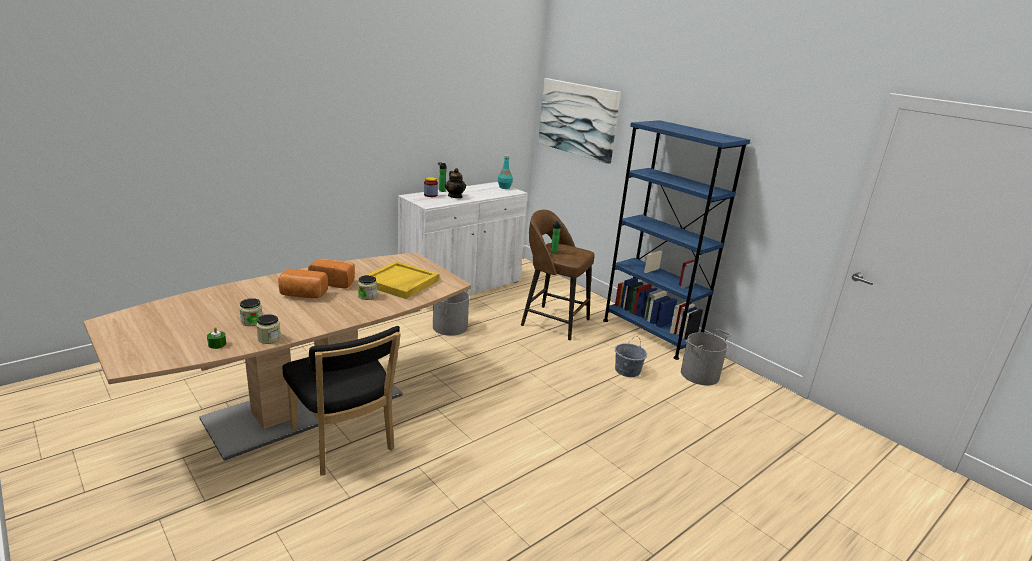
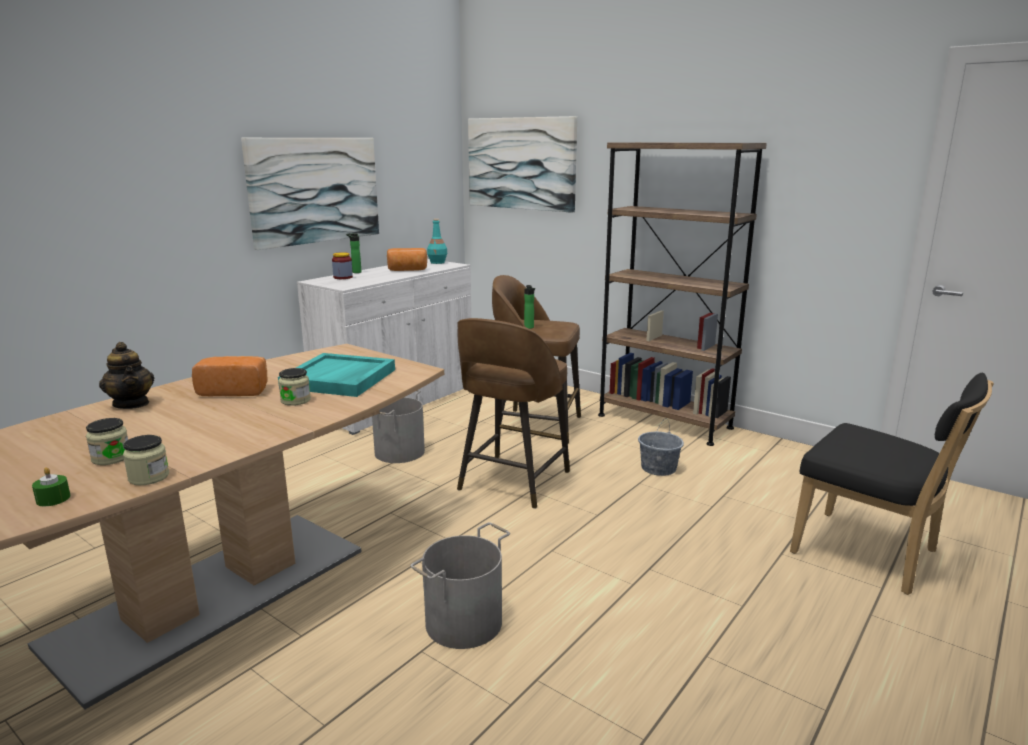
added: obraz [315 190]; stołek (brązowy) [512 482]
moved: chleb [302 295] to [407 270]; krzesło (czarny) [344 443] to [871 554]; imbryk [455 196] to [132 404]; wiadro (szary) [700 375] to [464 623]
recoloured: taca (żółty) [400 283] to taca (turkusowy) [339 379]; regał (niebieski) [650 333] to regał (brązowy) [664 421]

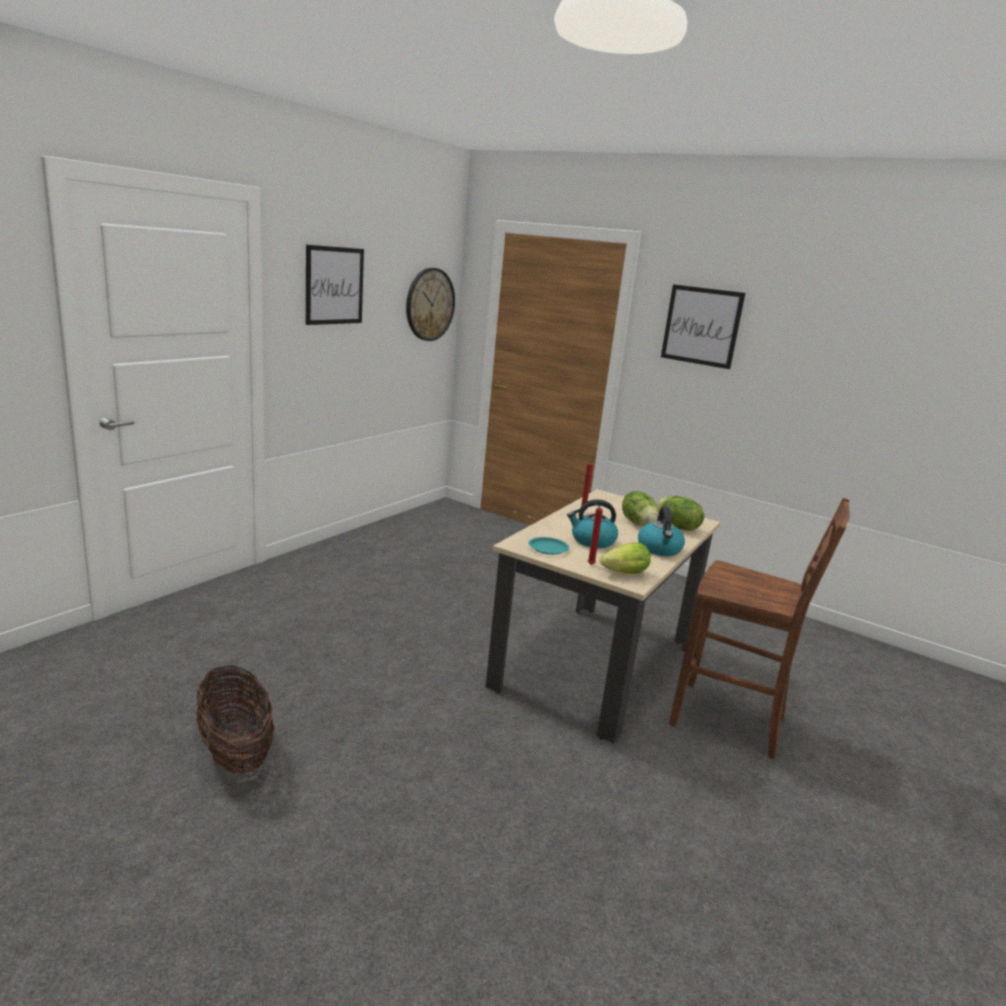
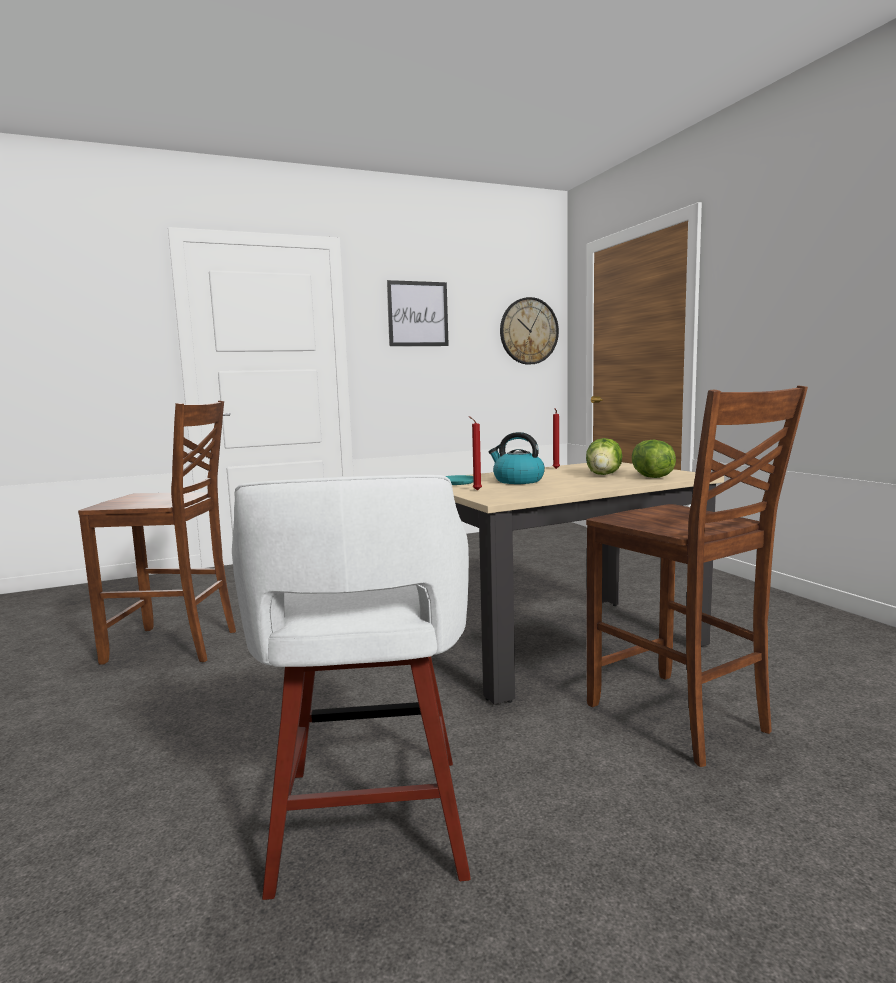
removed: sałata [622 574]; czajnik [659 549]; obraz [701 326]
added: stołek (biały) [370 826]
replaced: koszyk [236 752] to krzesło (brązowy) [175 646]

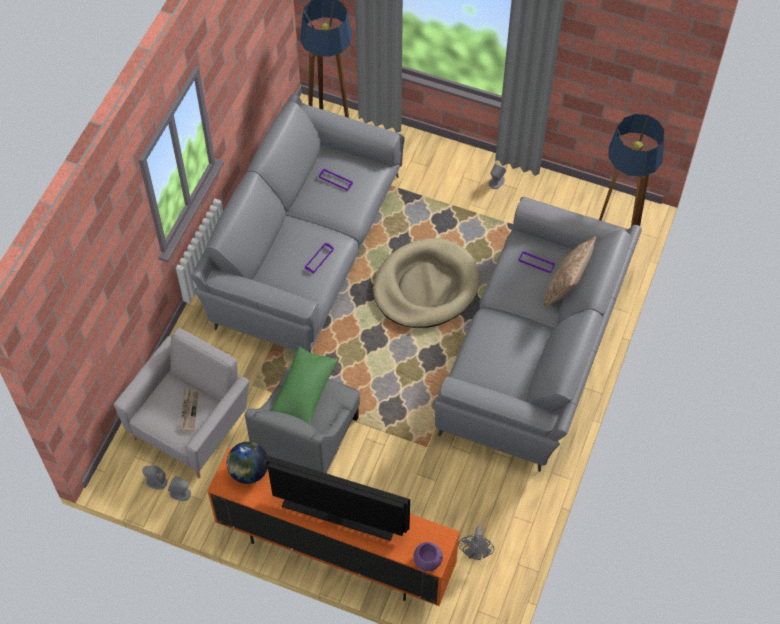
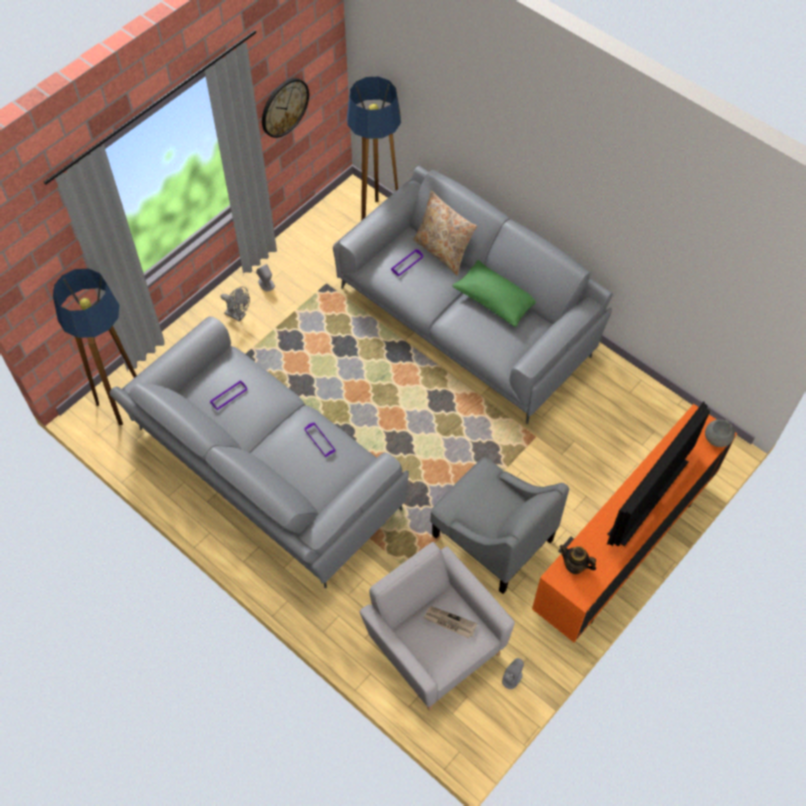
removed: głośnik (szary) [156 482]; legowisko (beżowy) [426 286]
added: zegar ścienny [284 107]
moved: poduszka (zielony) [304 392] to [495 300]; wentylator (szary) [475 553] to [238 315]
replaced: globus [249 471] to imbryk [575 565]
recoloured: miska (fioletowy) [427 560] to miska (szary) [717 439]

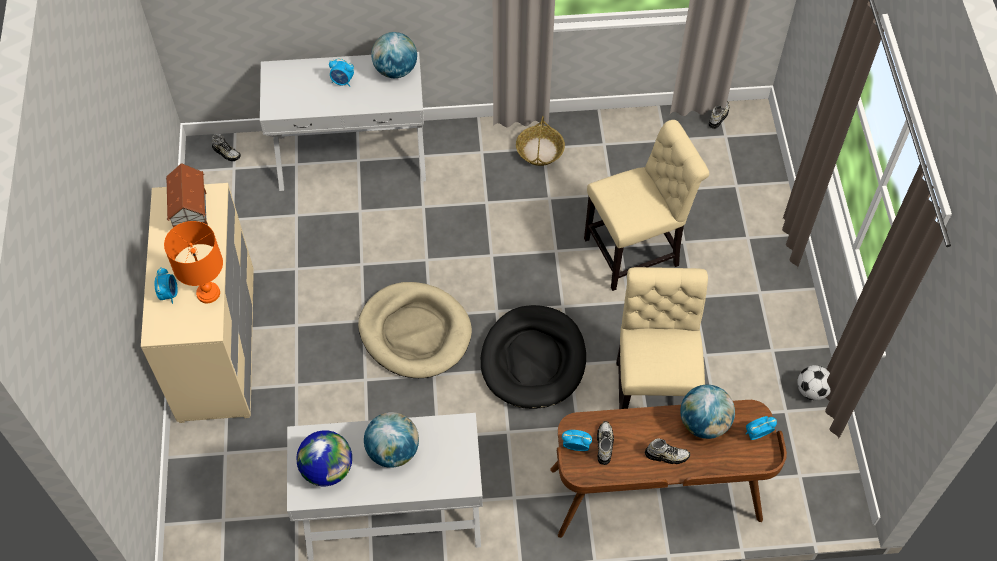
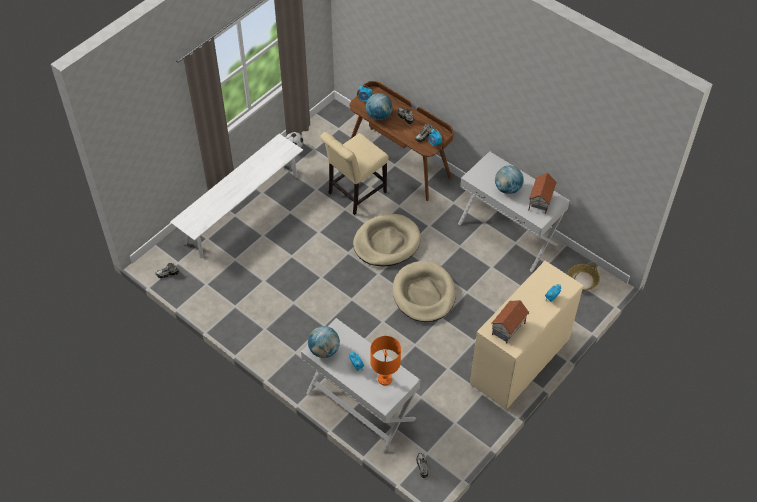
removed: krzesło (beżowy) [636 251]
added: ławka (biały) [241 209]
moved: lampa stołowa (pomarańczowy) [208 293] to [385 378]; koszyk [539 150] to [582 280]
replaced: globus [327 469] to domek [540 202]
recoloured: legowisko (czarny) [533 360] to legowisko (beżowy) [386 242]

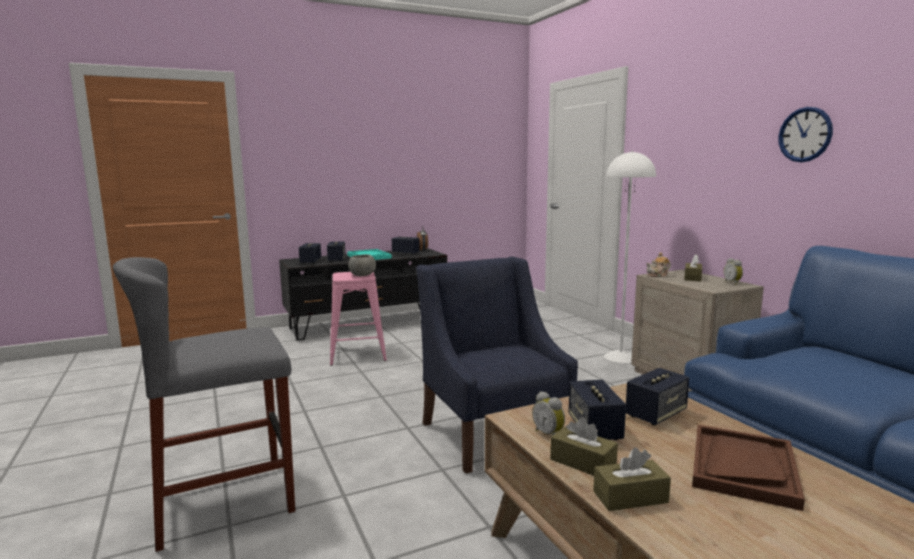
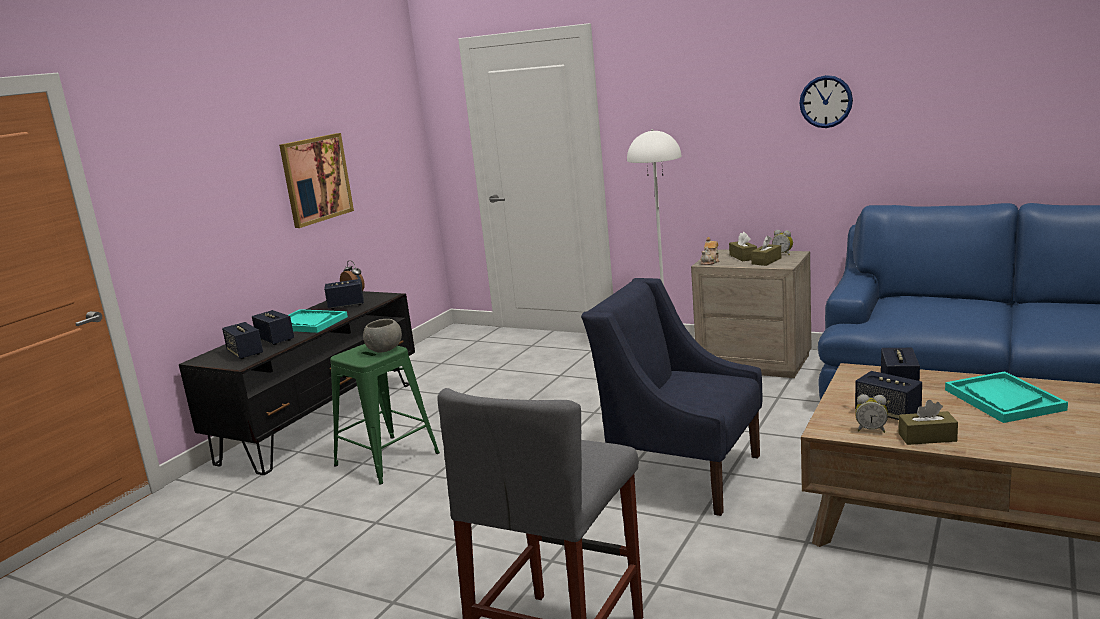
added: obraz [316 179]
moved: pudełko chusteczek (brązowy) [630 497] to [766 261]
recoloured: stołek (różowy) [357 354] to stołek (zielony) [387 459]; taca (brązowy) [742 467] to taca (turkusowy) [1003 399]

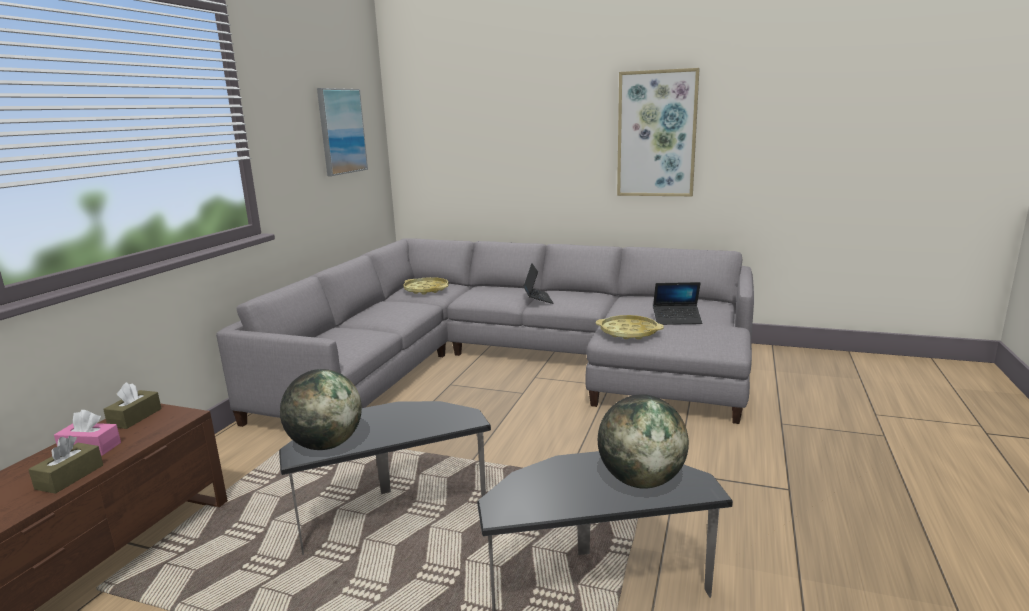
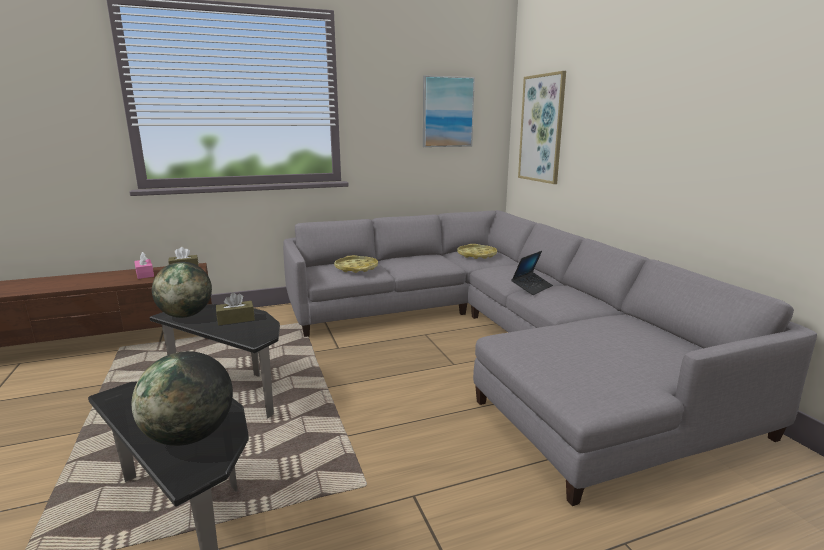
removed: laptop [677 319]
moved: pudełko chusteczek (brązowy) [70 477] to [236 319]; taca (żółty) [628 332] to [356 268]; obraz [656 134] to [542 129]

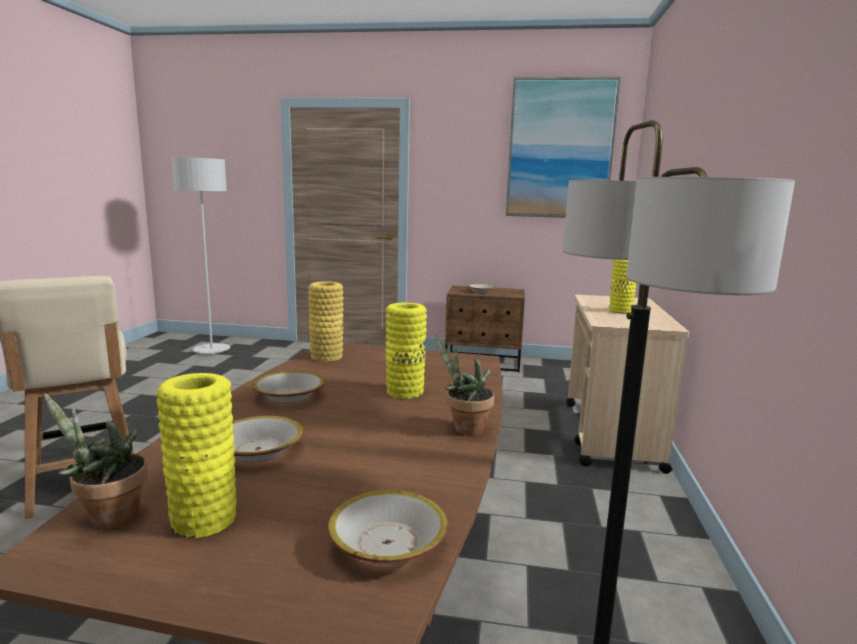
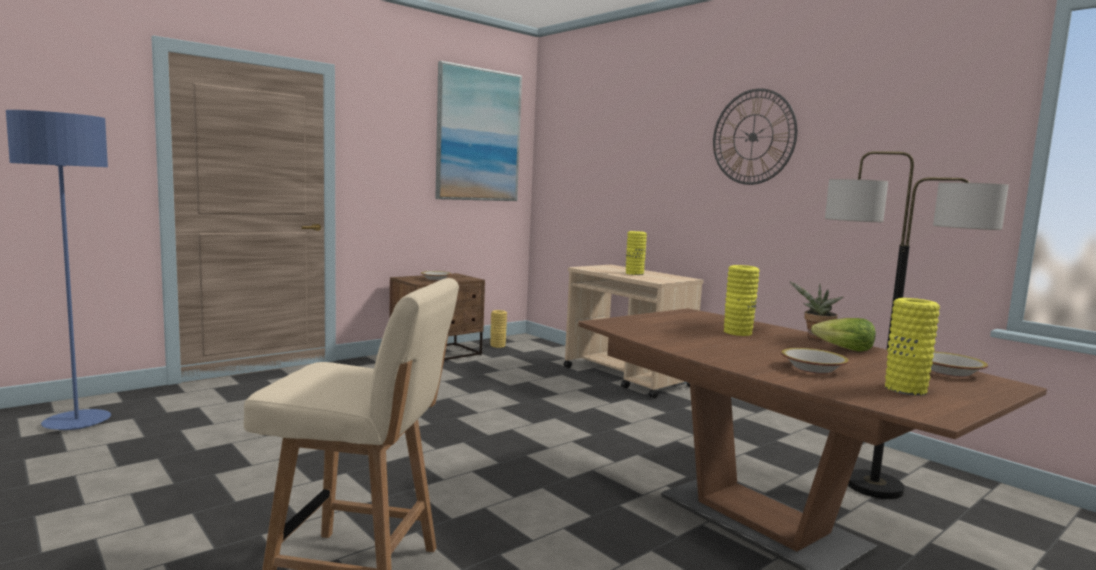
removed: roślina doniczkowa [107 518]; miska [290 396]
added: zegar ścienny [753 137]; sałata [844 349]
moved: wazon (żółty) [327 356] to [498 345]
recoloured: lampa stojąca (szary) [211 350] to lampa stojąca (niebieski) [77 422]

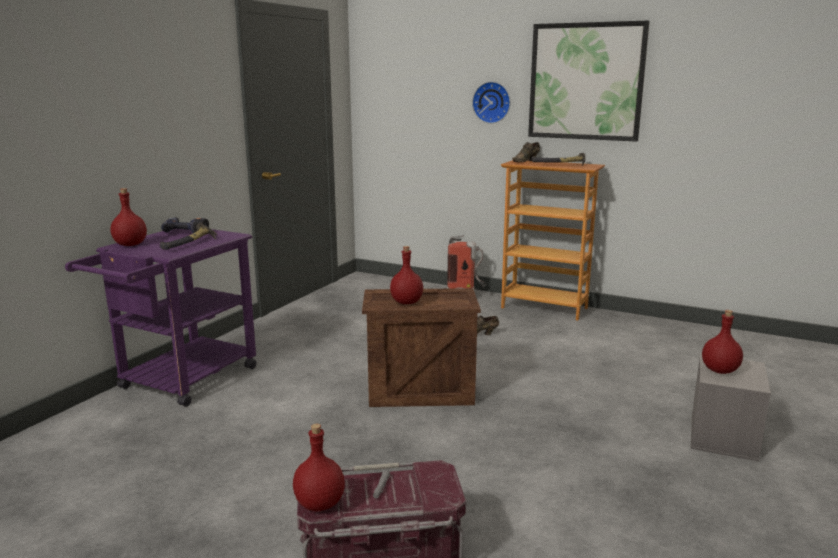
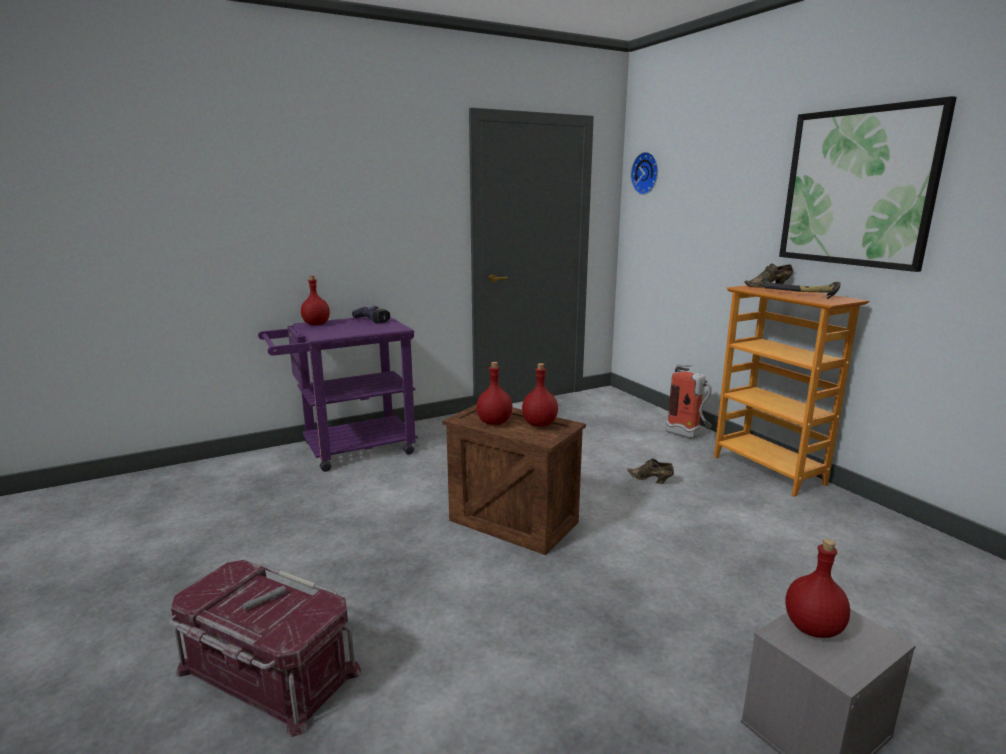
removed: młotek [191 244]
moved: butelka (czerwony) [319 504] to [539 424]; zegar ścienny [492 102] to [646 173]

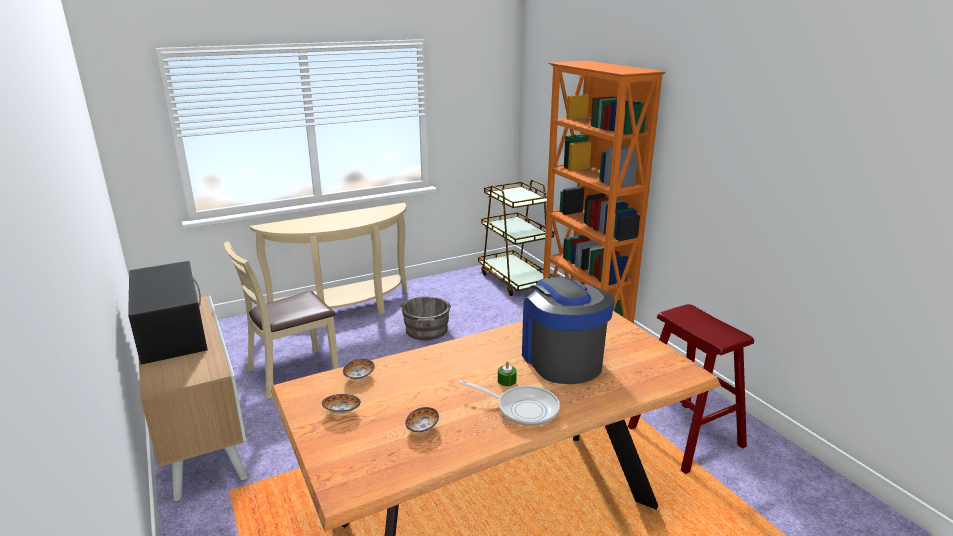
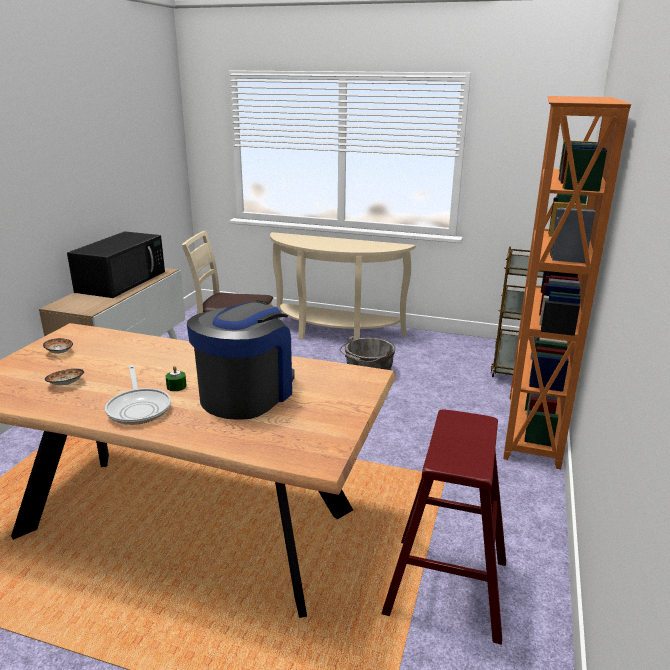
removed: miska [359 376]

